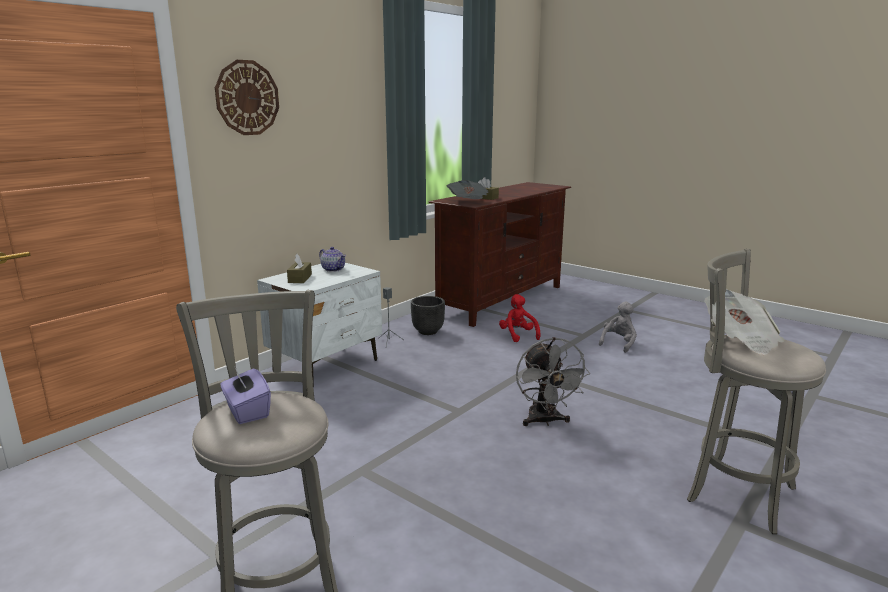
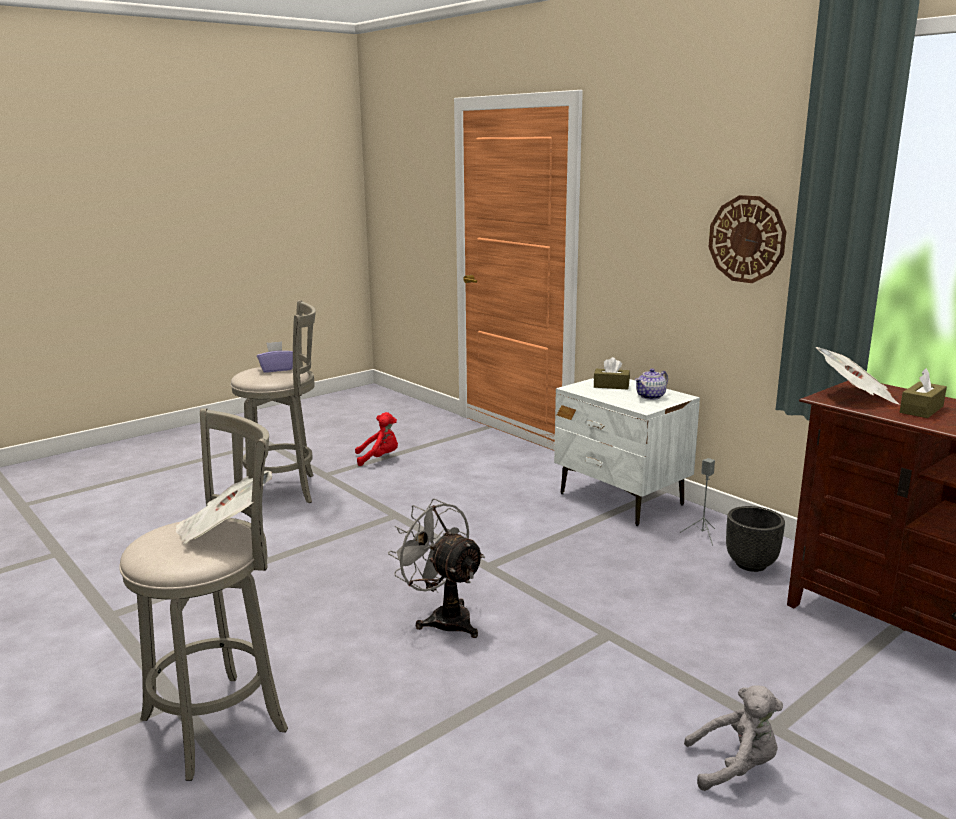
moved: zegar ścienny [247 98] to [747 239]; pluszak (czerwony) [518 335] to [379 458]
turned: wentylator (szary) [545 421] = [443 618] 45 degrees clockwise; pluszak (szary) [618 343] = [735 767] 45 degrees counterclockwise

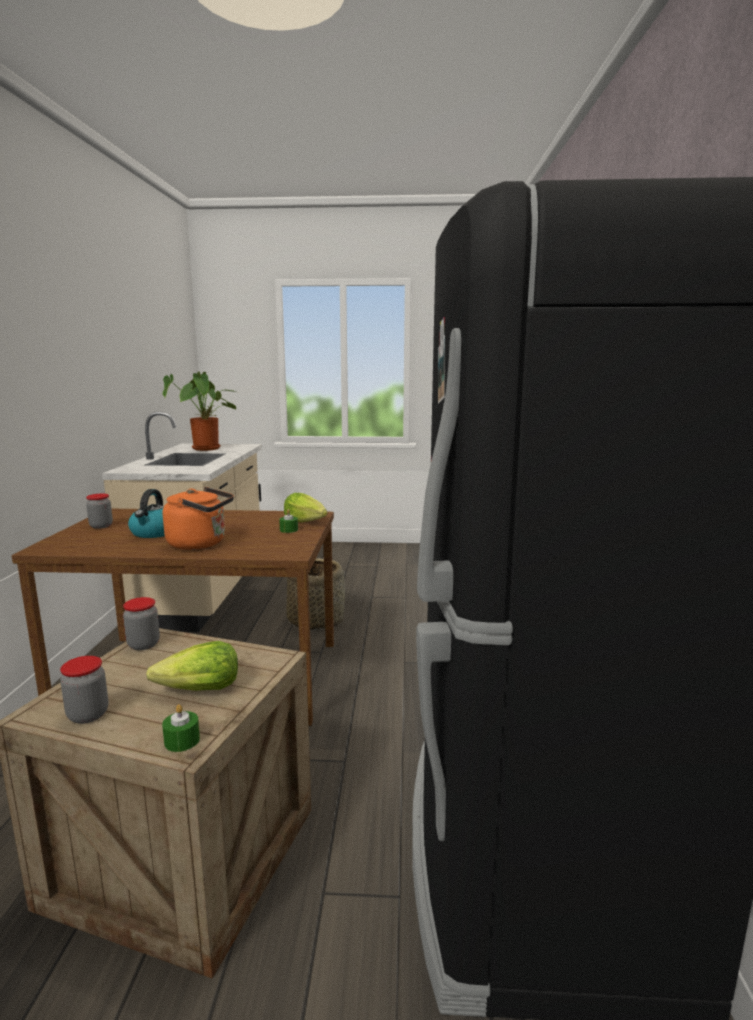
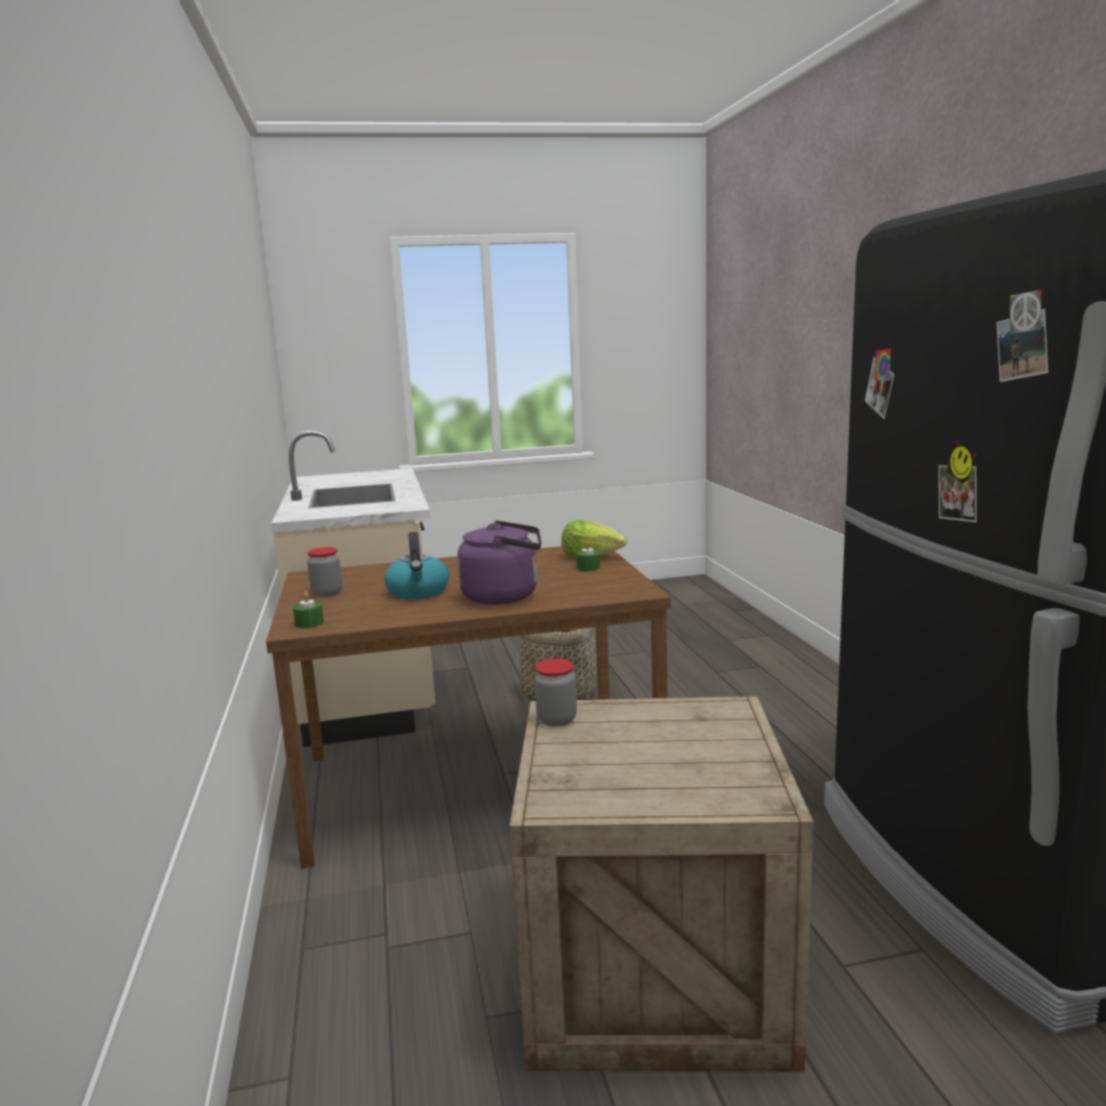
removed: słoik [88 715]; sałata [200 690]; roślina doniczkowa [206 449]
moved: świeca (zielony) [182 740] to [309 623]
recoloured: czajnik (pomarańczowy) [200 544] to czajnik (fioletowy) [505 596]

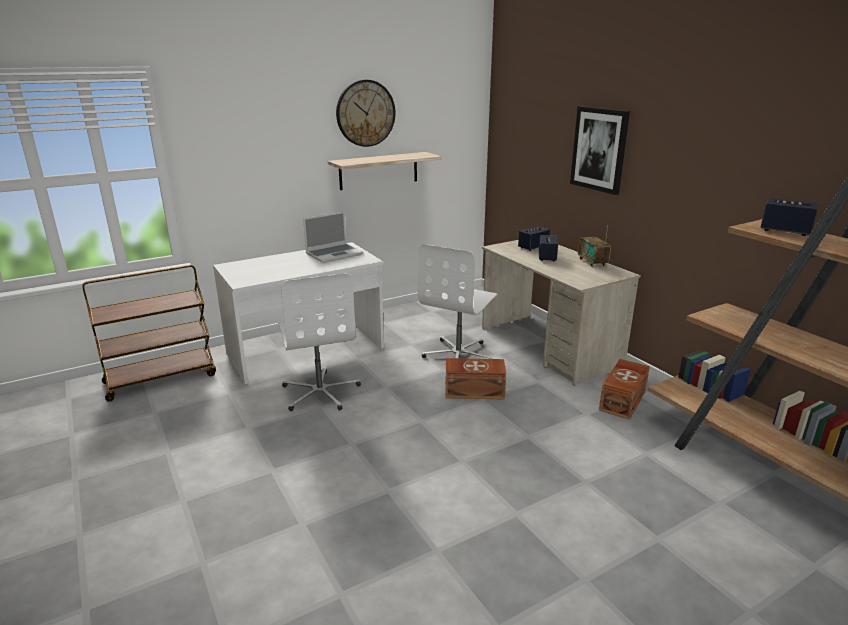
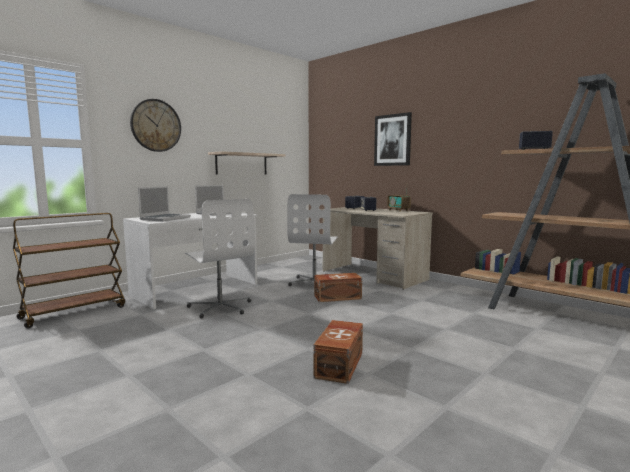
added: laptop [165 218]
moved: zegar ścienny [365 113] to [156 125]; pojemnik do przechowywania (brązowy) [623 400] to [340 364]

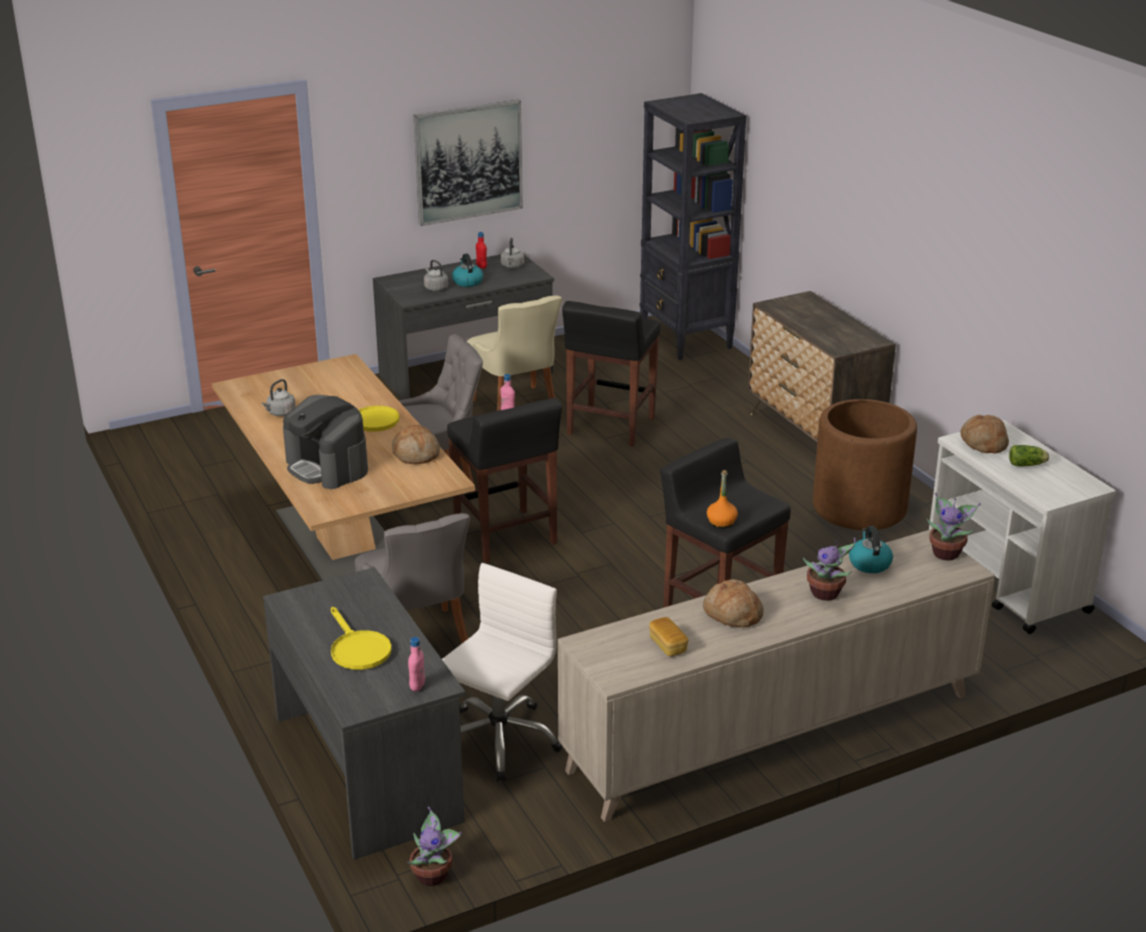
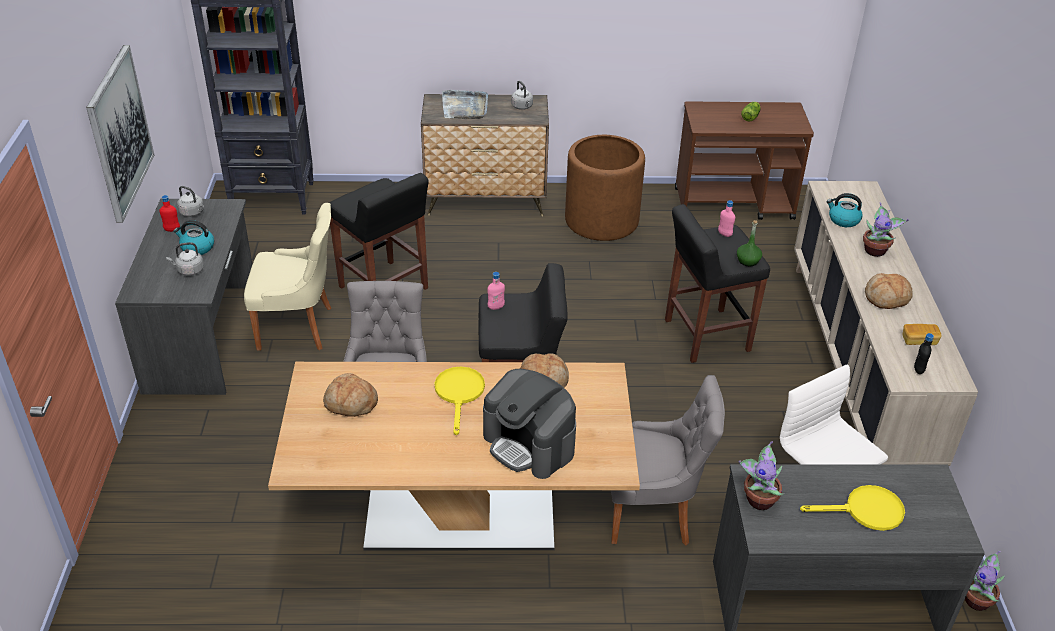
added: taca (szary) [465 107]; butelka (czarny) [919 370]
moved: czajnik (szary) [280 413] to [522 107]; butelka (różowy) [417 686] to [724 234]; roślina doniczkowa [947 553] to [758 499]; chleb [983 443] to [350 403]
recoloured: butelka (pomarańczowy) [721 522] to butelka (zielony) [748 261]; wózek (biały) [1007 584] to wózek (brązowy) [734 204]
turned: ekspres do kawy [327 467] = [529 444] 60 degrees clockwise

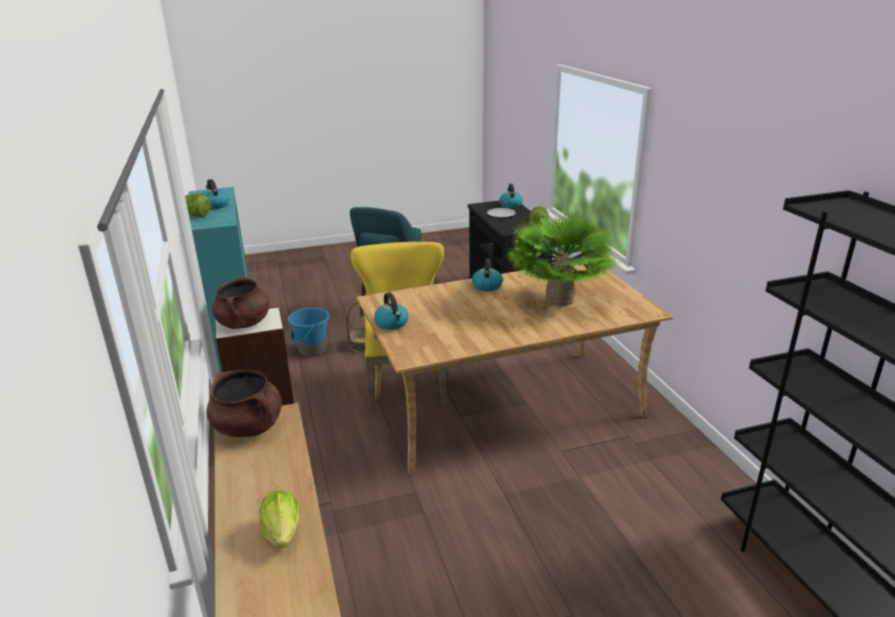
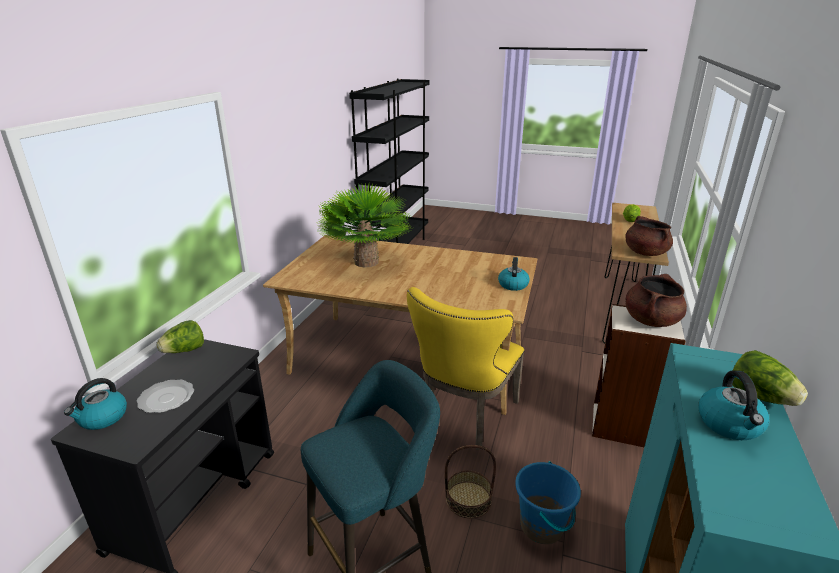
removed: czajnik [487 286]

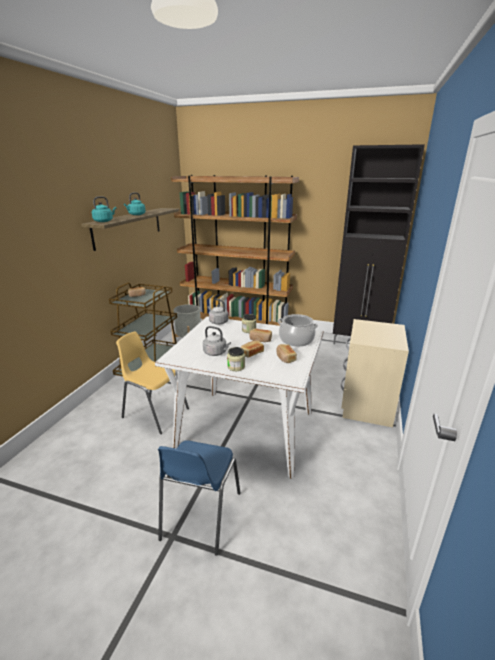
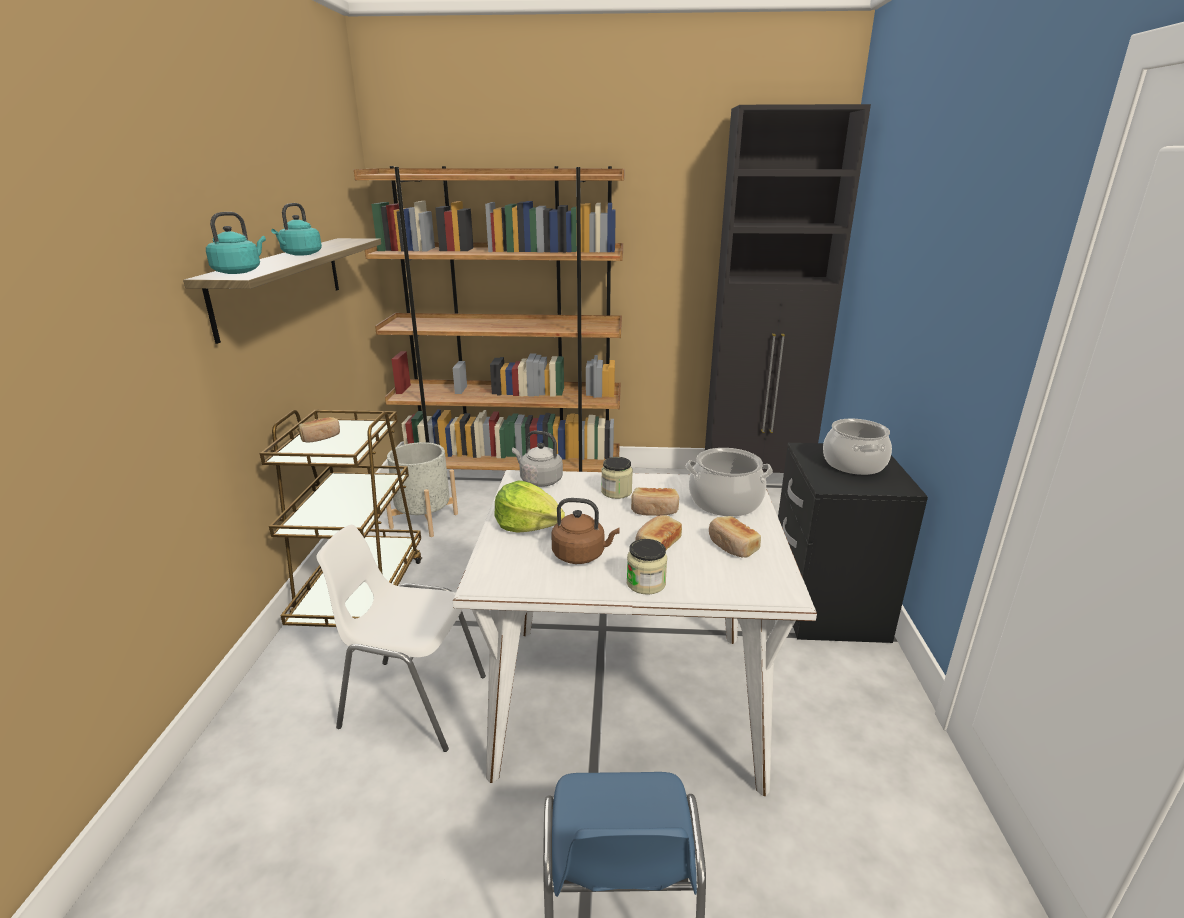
added: sałata [528 525]; garnek [853 464]
recoloured: krzesło (żółty) [155 413] to krzesło (biały) [412 701]; czajnik (szary) [216 353] to czajnik (brązowy) [581 555]; szafka nocna (beżowy) [366 405] to szafka nocna (czarny) [825 605]

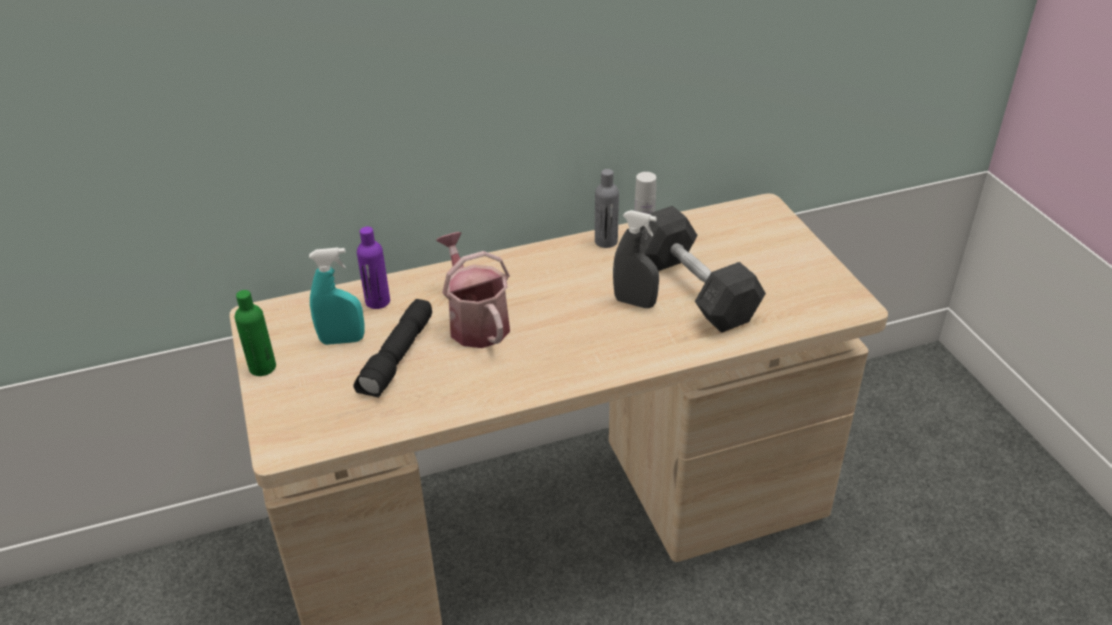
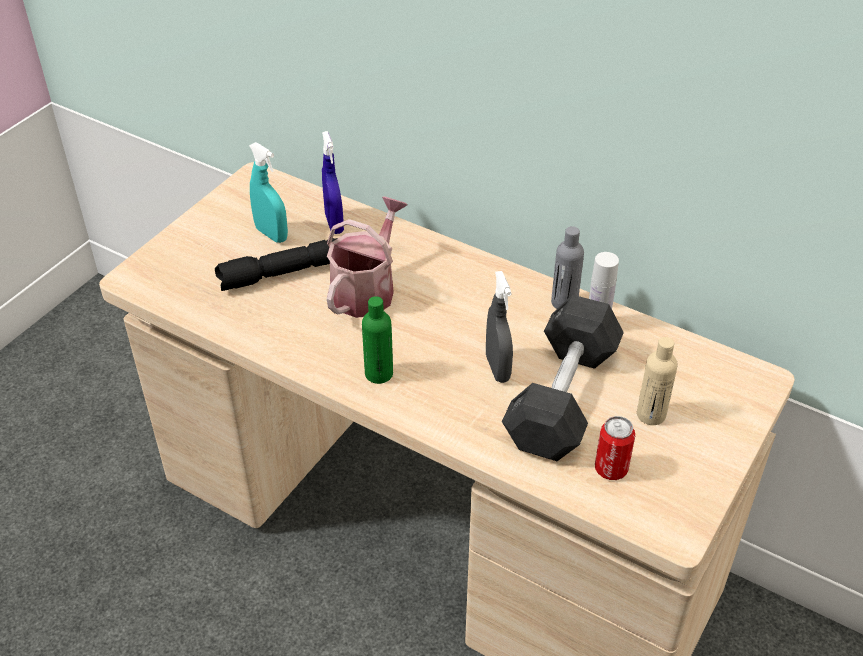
added: puszka [611 469]; butelka (beżowy) [651 414]
moved: butelka (zielony) [262 367] to [379 374]
replaced: butelka (fioletowy) [377 301] to spryskiwacz (niebieski) [334 224]

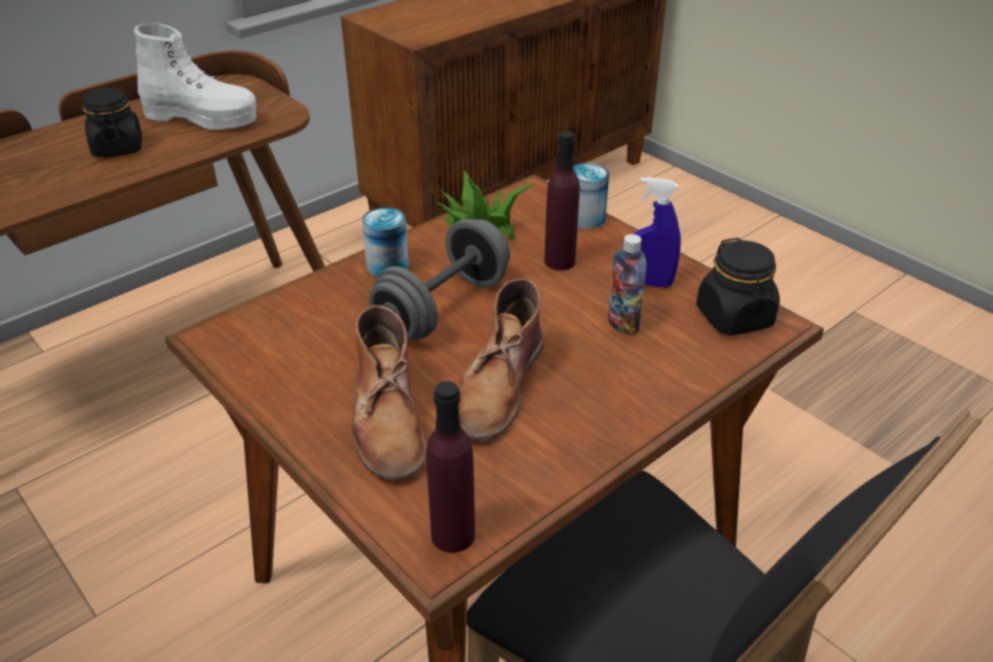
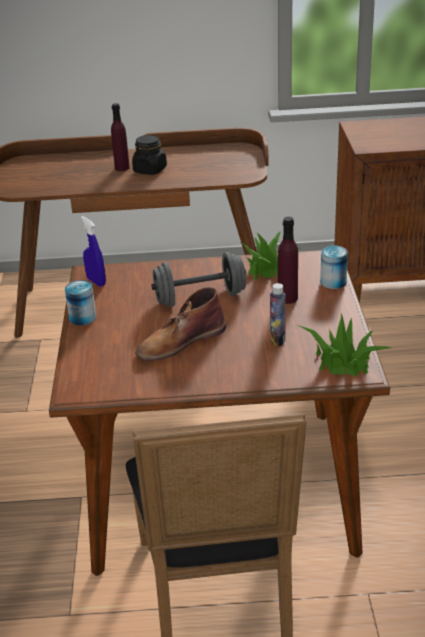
removed: but z cholewką (biały) [202 118]; but z cholewką (brązowy) [387 420]
moved: puszka [387 266] to [83 318]; butelka (fioletowy) [453 534] to [122 168]; spryskiwacz (niebieski) [648 283] to [96 281]
replaced: słoik (czarny) [734 317] to roślina doniczkowa [343 361]

